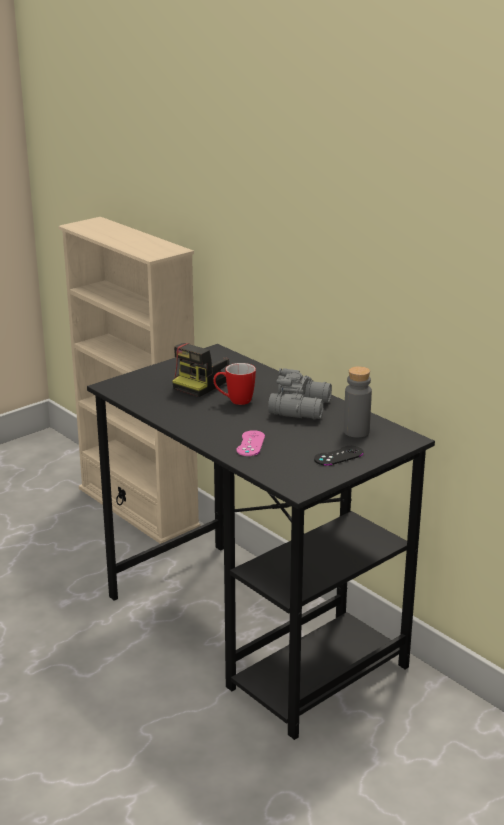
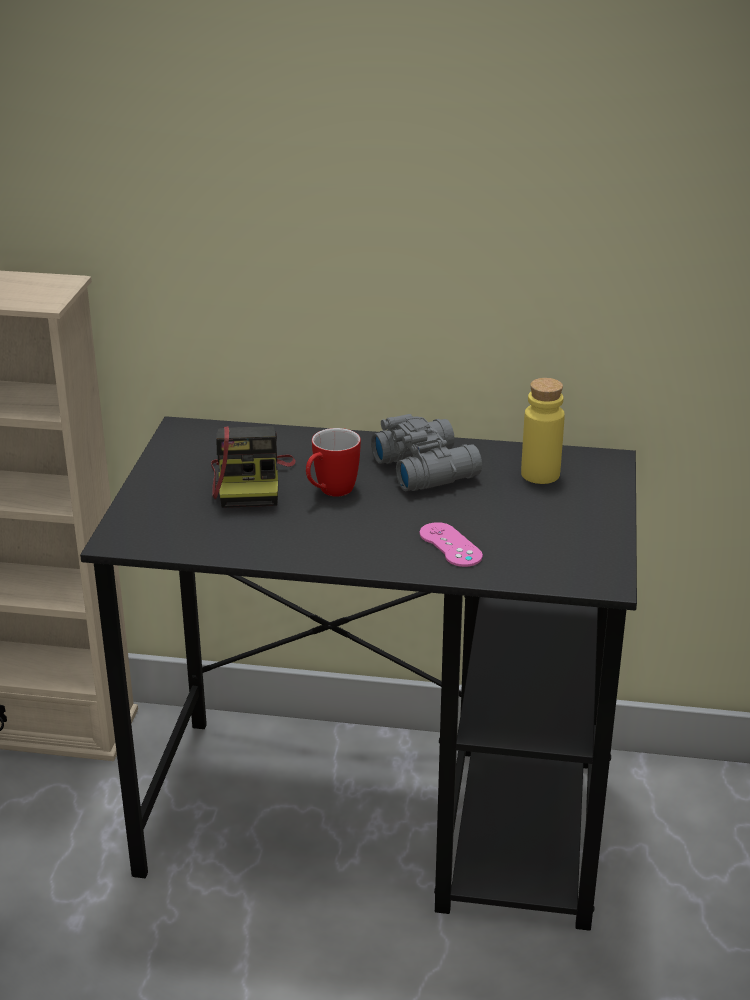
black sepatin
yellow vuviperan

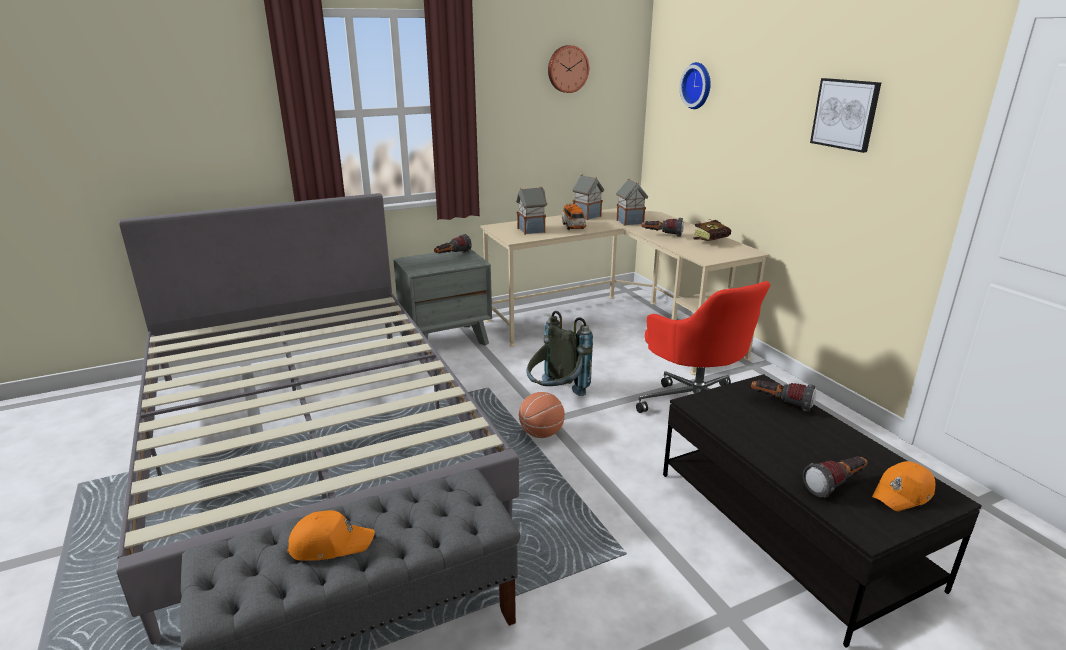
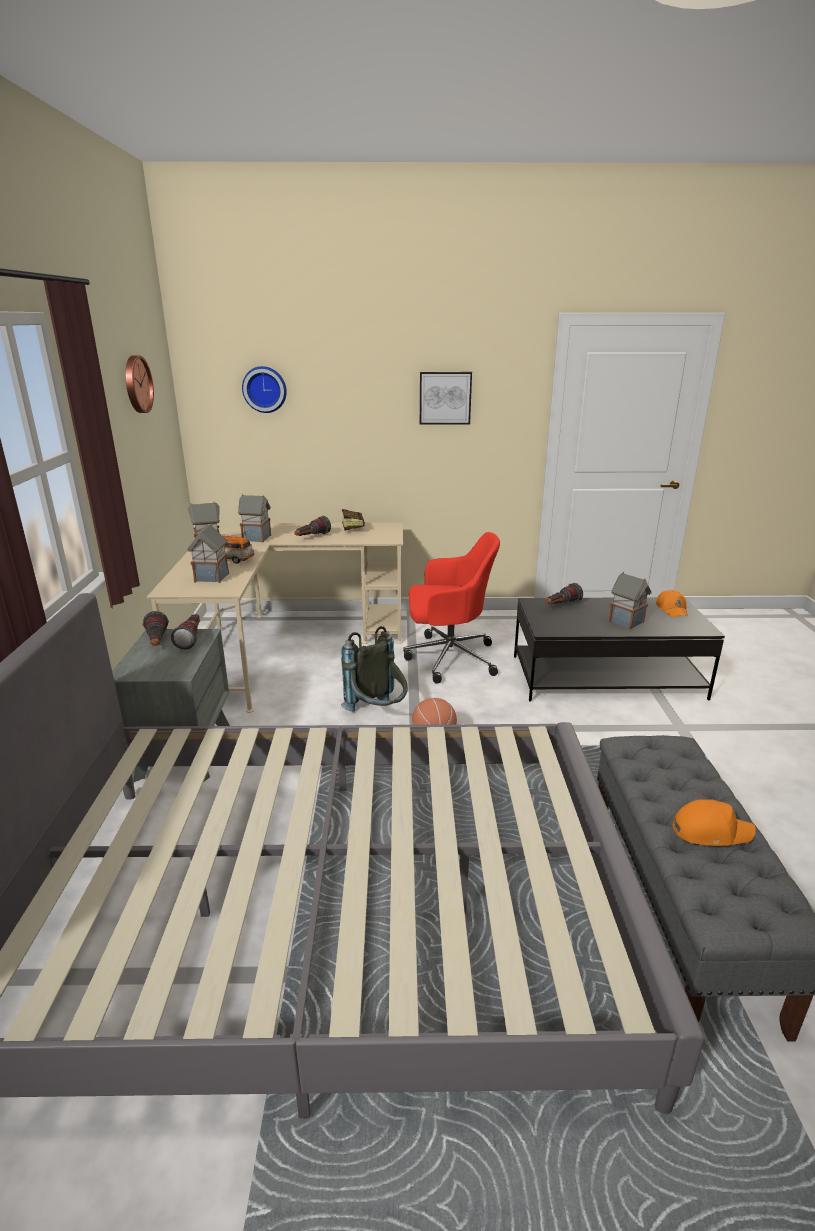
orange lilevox (no. 2 from left)
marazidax (no. 2 from left)
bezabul (no. 4 from left)

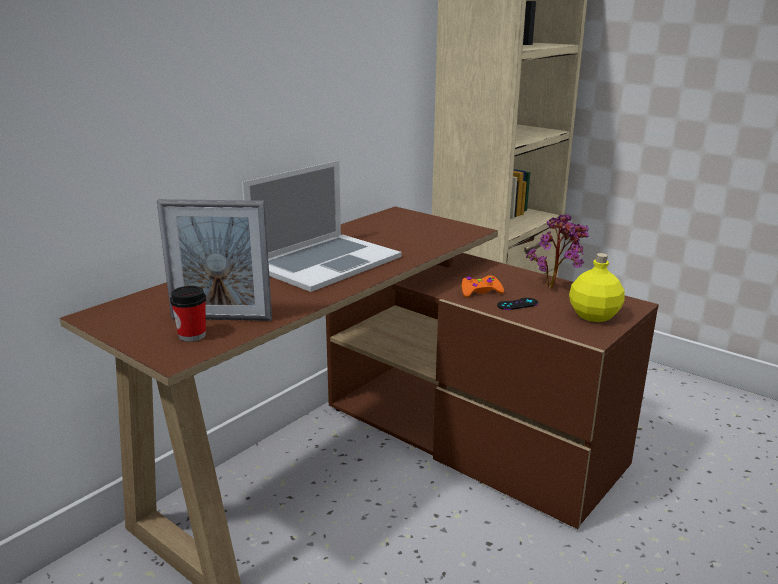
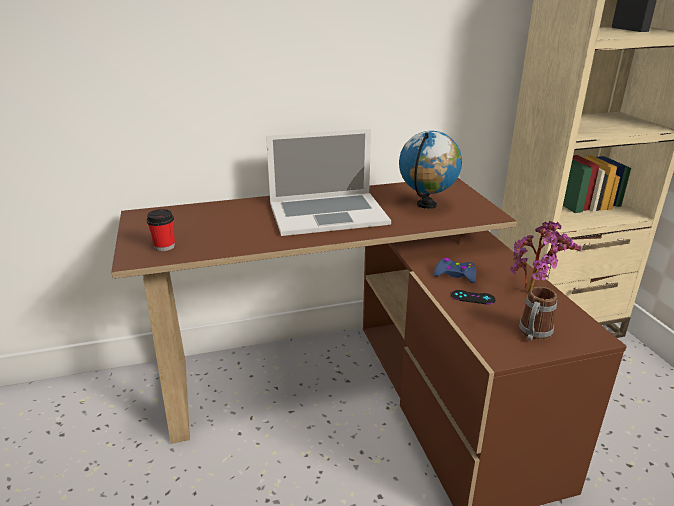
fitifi
blue sepatin
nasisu
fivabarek

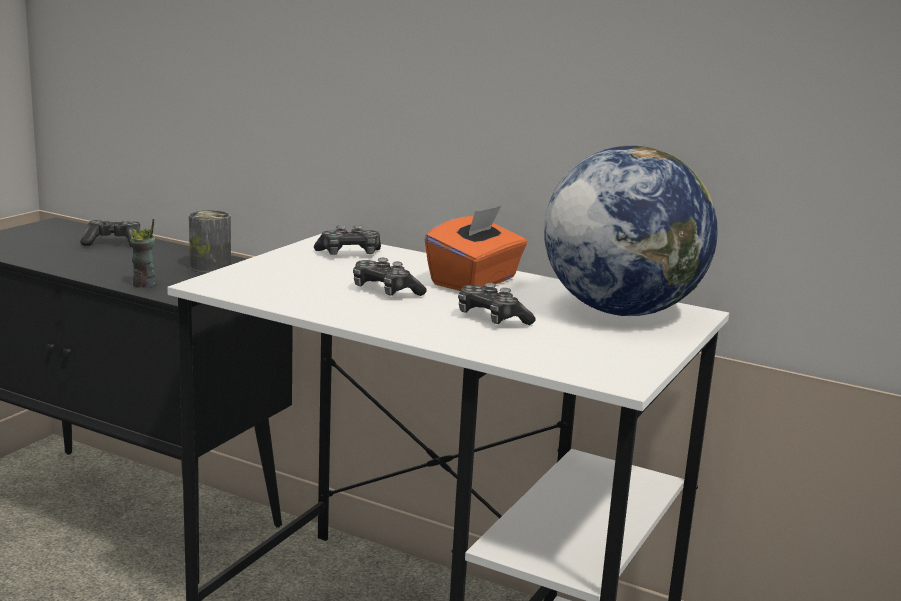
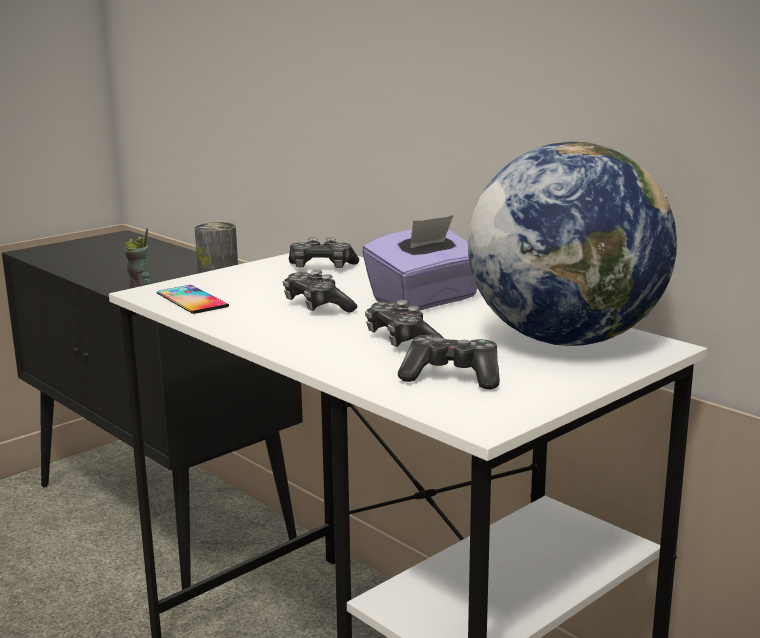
sepatin (no. 4 from left)
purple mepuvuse
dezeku

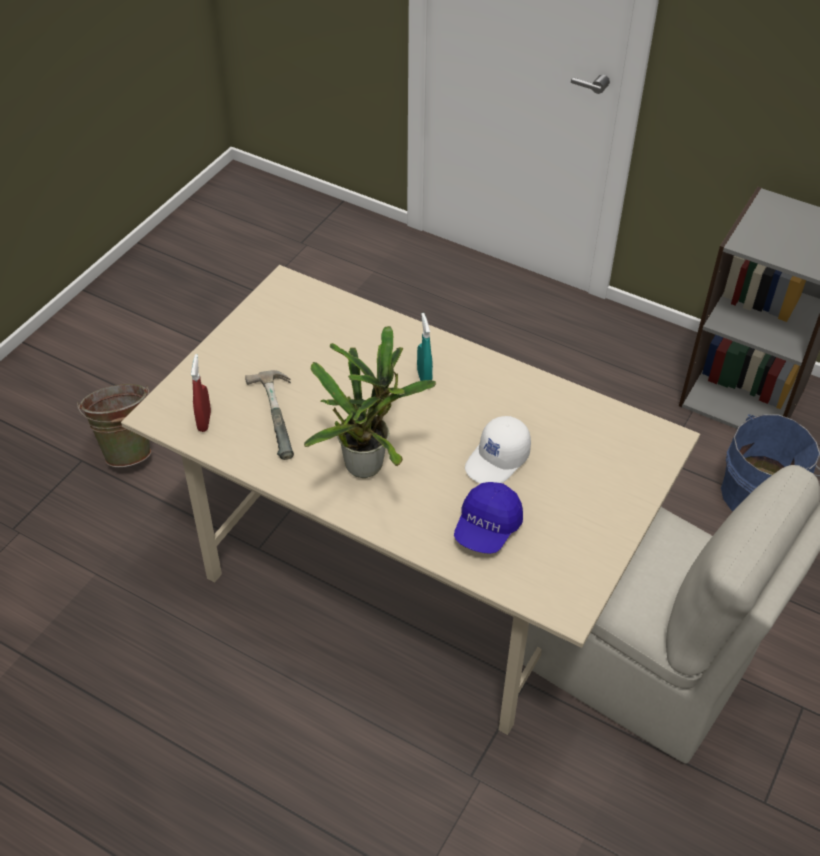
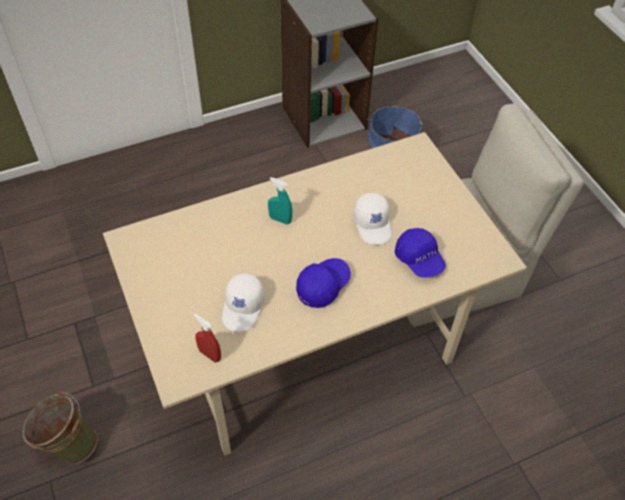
white lilevox (no. 1 from left)
blue lilevox (no. 1 from left)

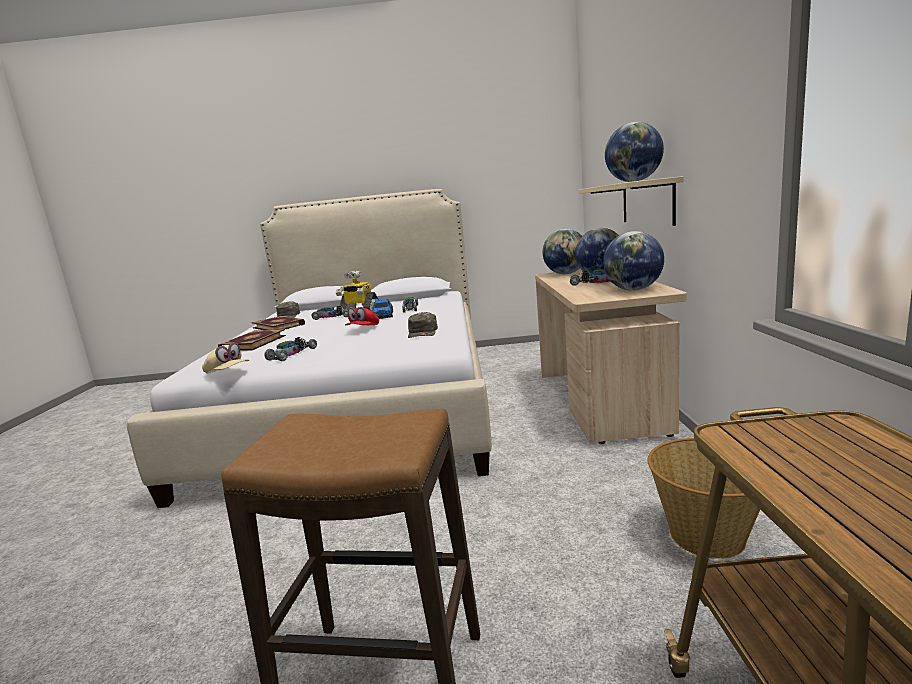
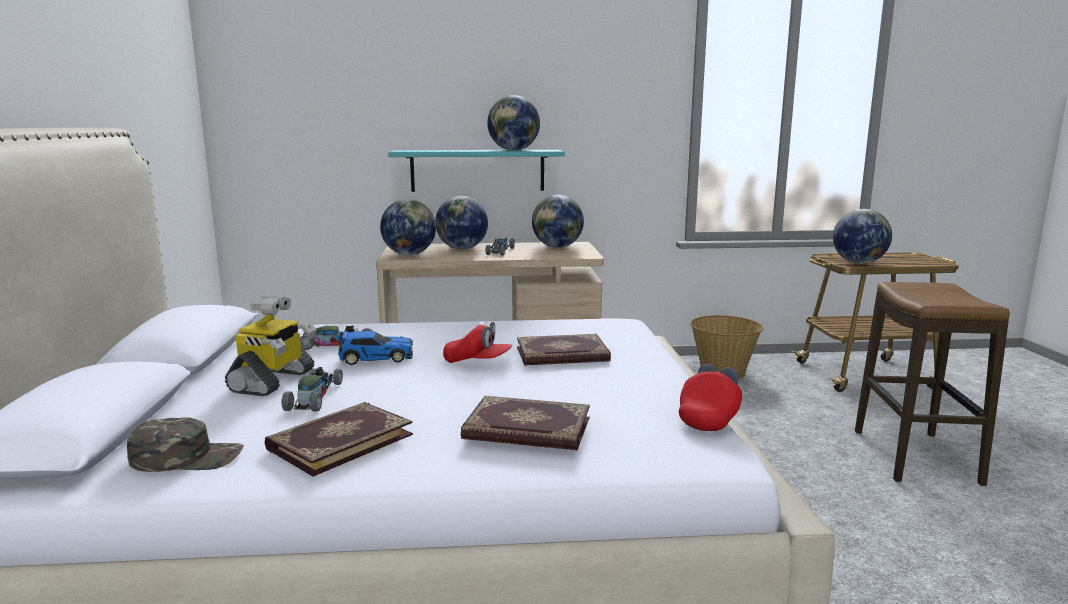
red lilevox (no. 2 from left)
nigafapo (no. 1 from left in the first image)
green lilevox (no. 2 from left in the first image)
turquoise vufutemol
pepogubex (no. 3 from left)
fivabarek (no. 5 from left)

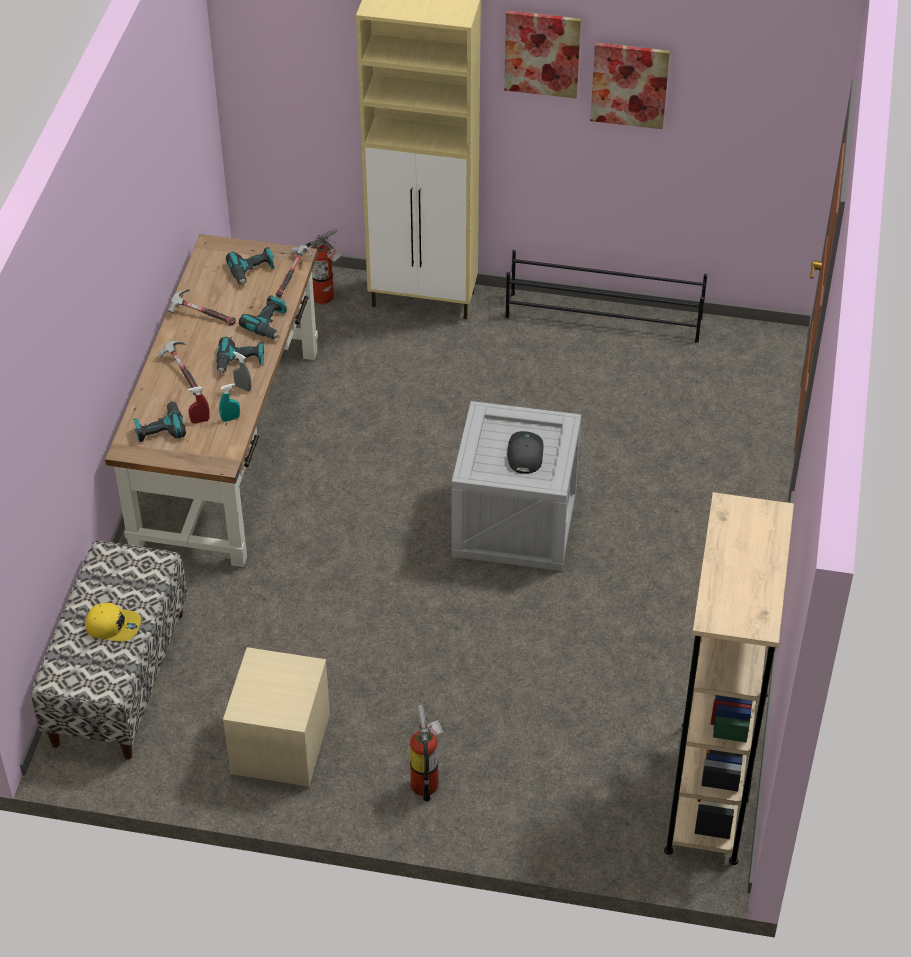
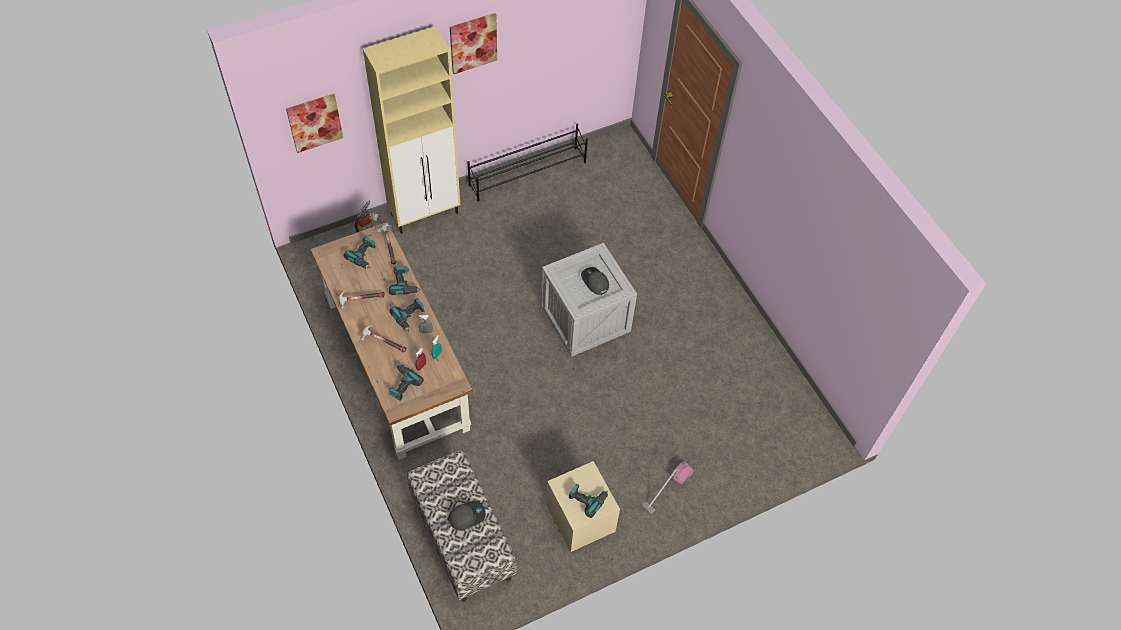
grey lilevox (no. 1 from left)
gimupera
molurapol (no. 1 from left)
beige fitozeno
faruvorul (no. 5 from left)

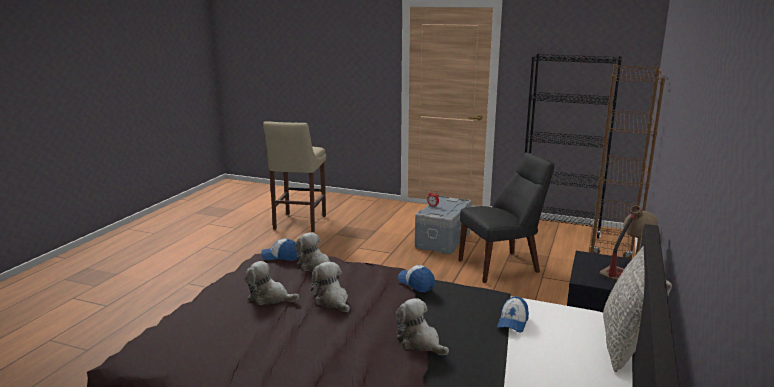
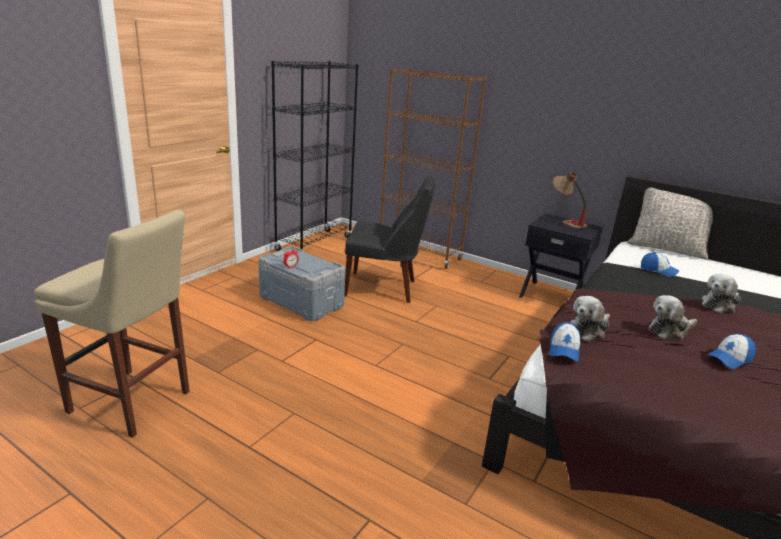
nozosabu (no. 1 from left in the first image)
lilevox (no. 3 from left)
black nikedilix

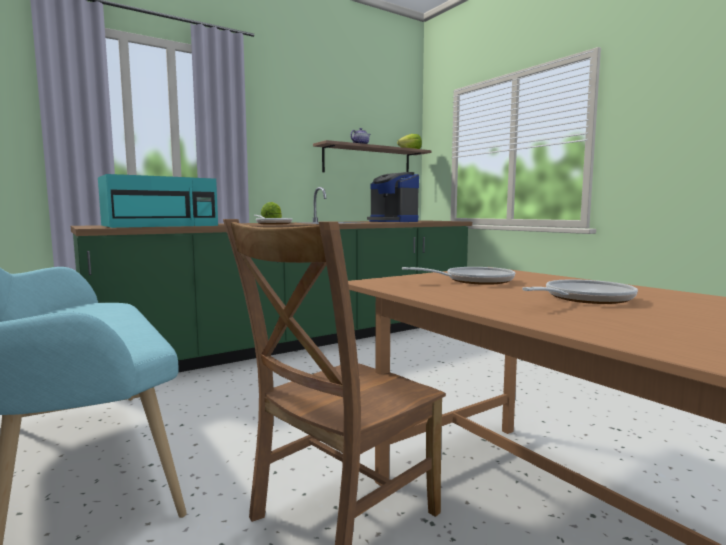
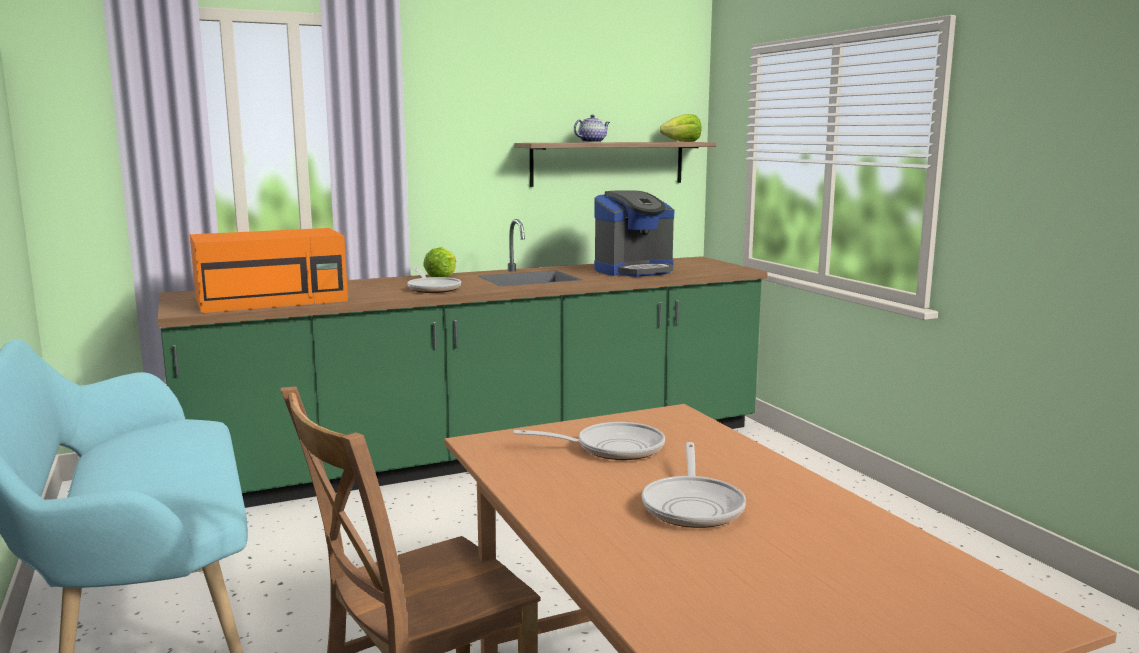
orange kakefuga
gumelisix
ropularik (no. 3 from left)

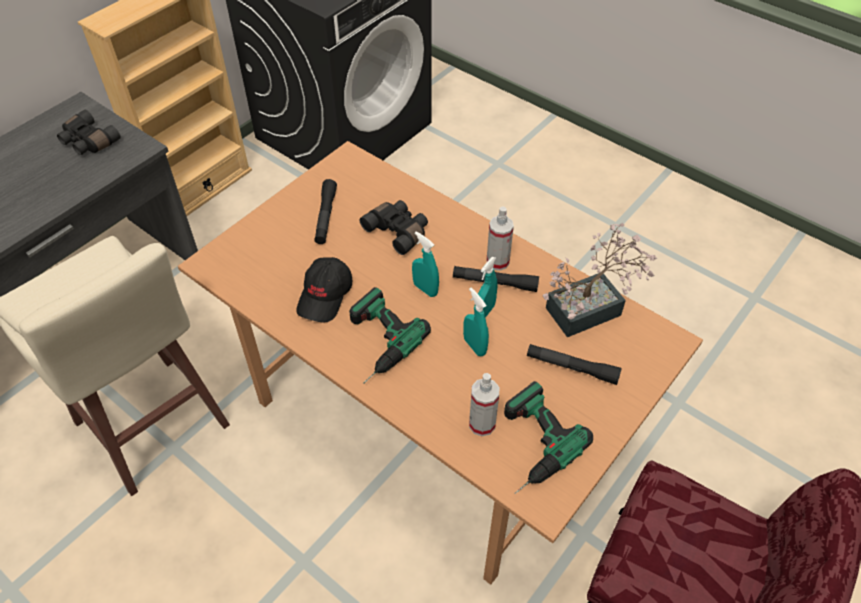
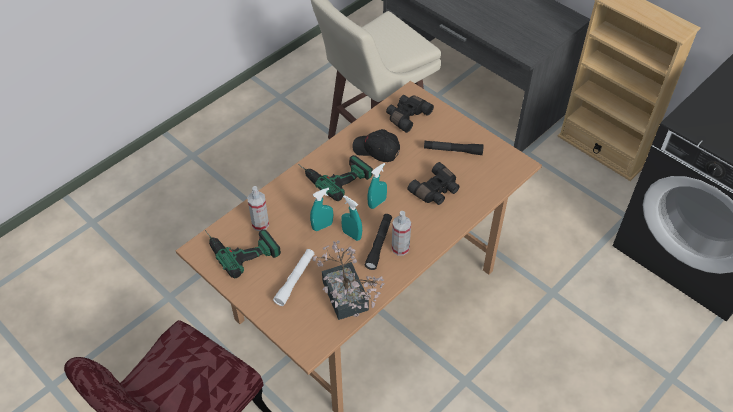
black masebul (no. 1 from left)
white marazidax

